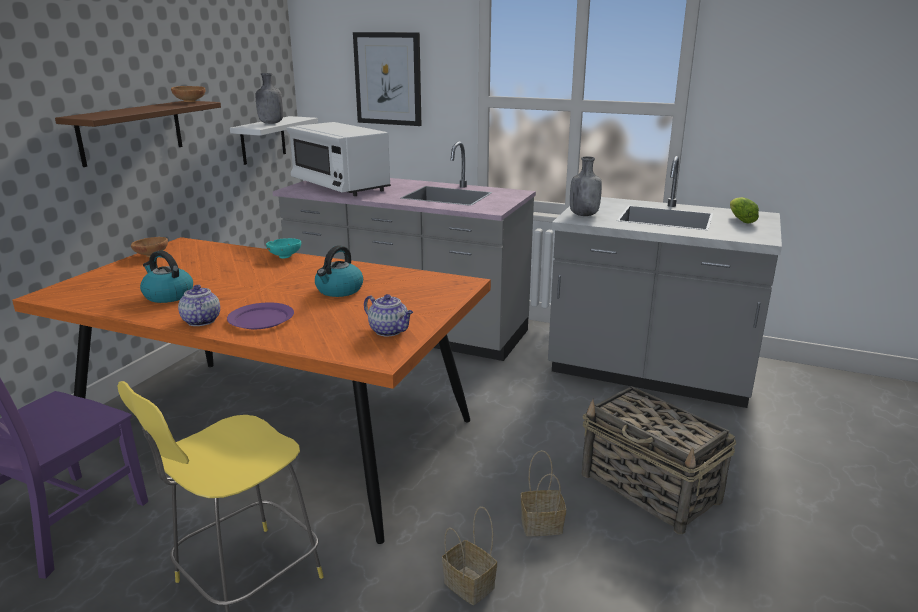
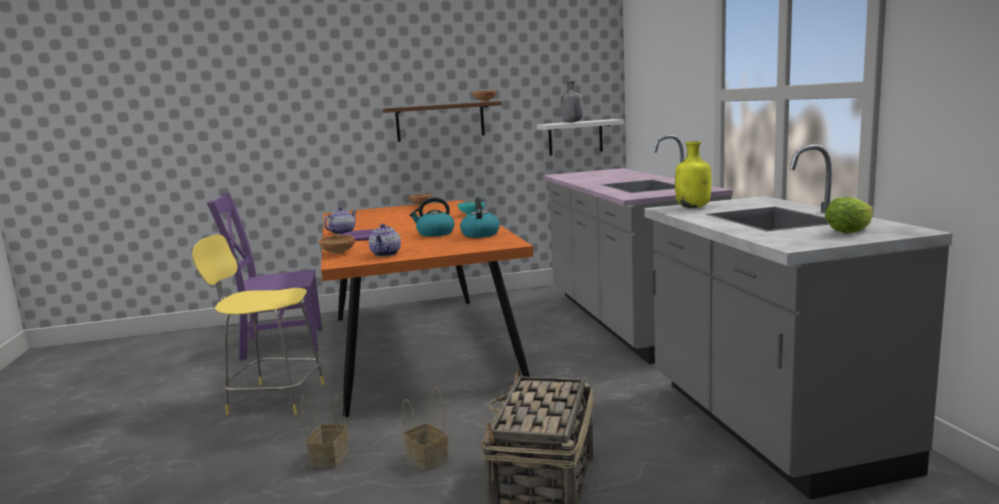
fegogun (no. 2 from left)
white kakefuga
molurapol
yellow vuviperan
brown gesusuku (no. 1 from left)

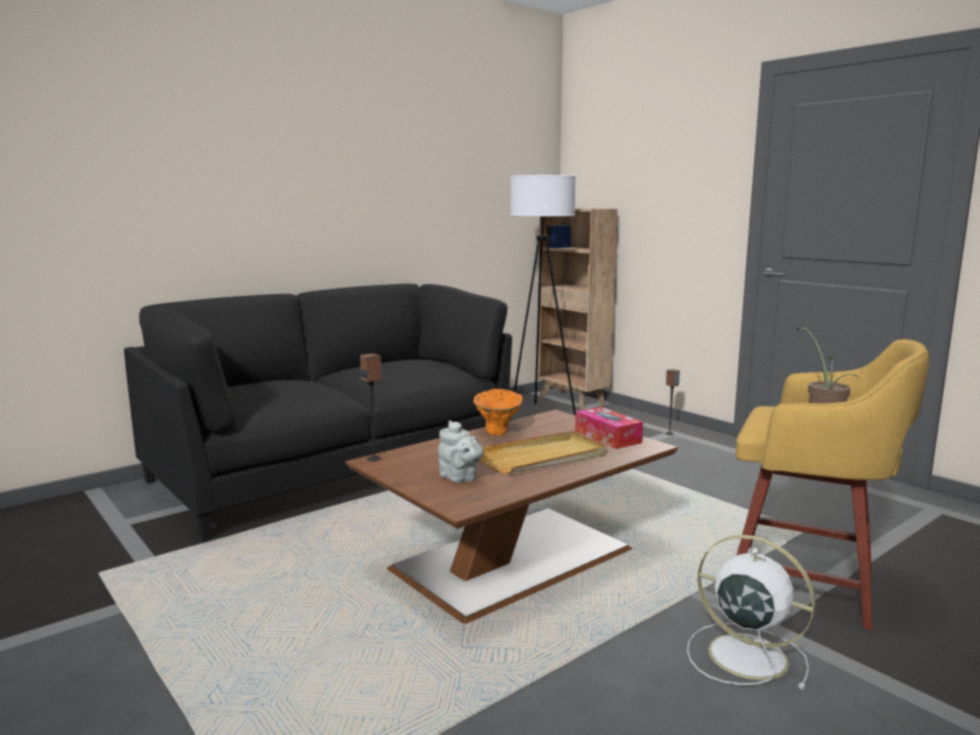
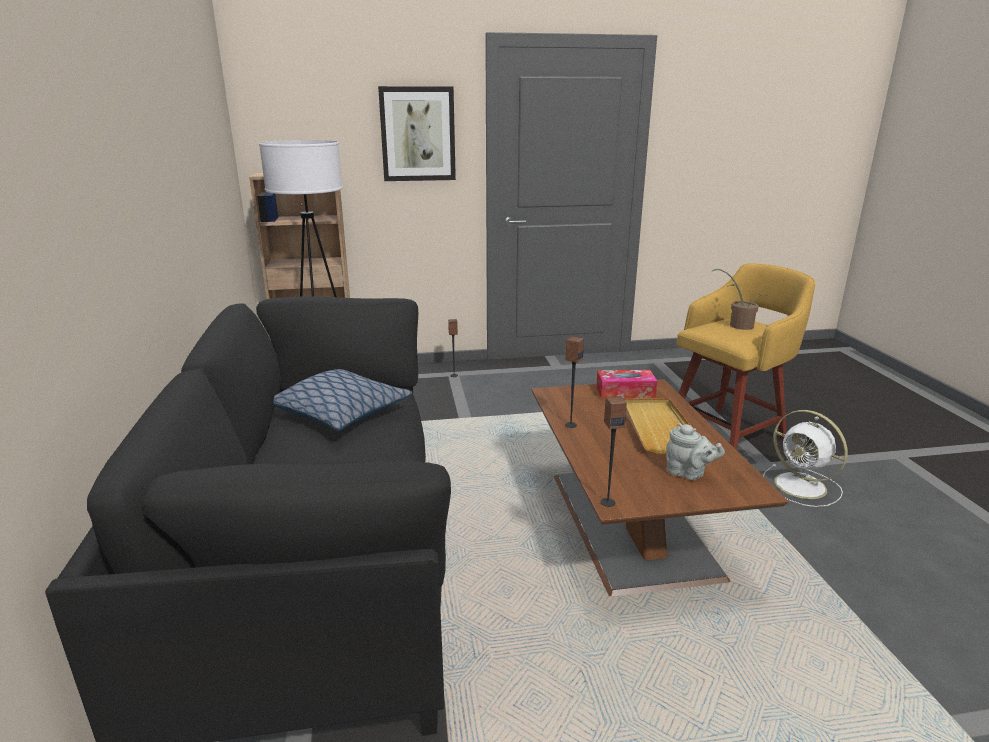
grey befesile
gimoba (no. 2 from left)
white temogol
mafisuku
molurapol

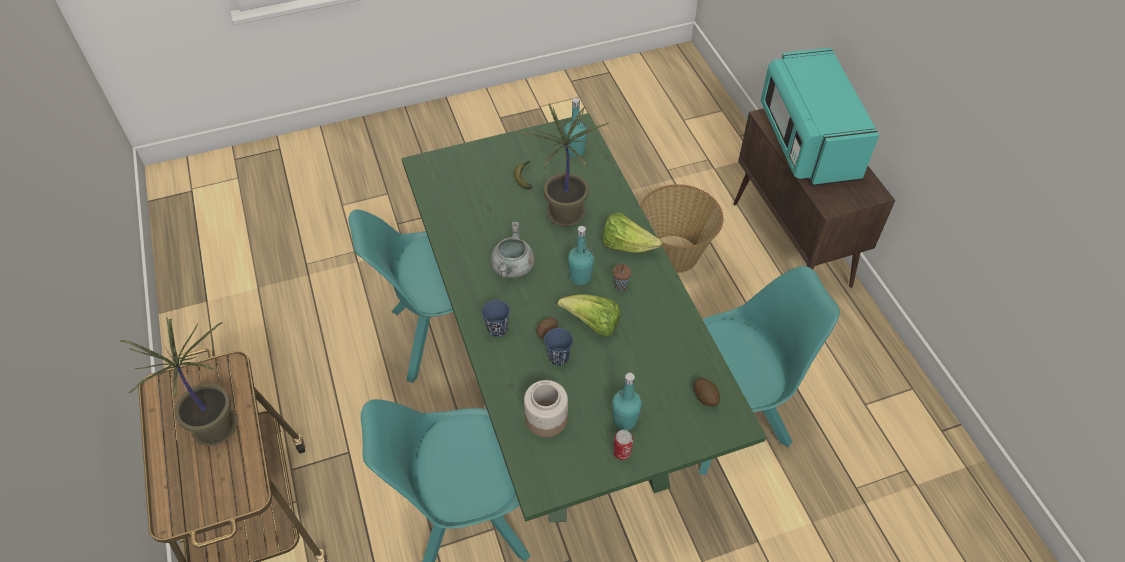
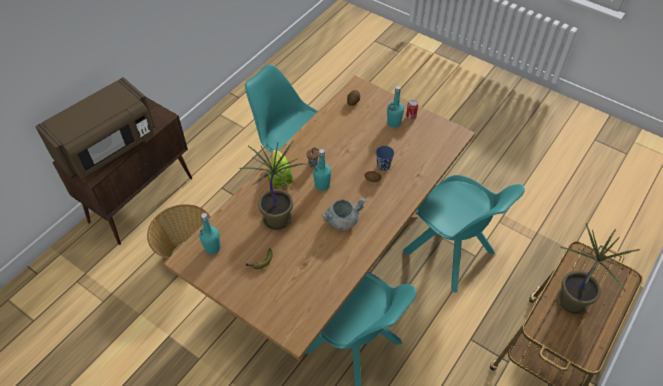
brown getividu
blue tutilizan (no. 1 from left in the first image)
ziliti
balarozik (no. 1 from left in the first image)
brown kakefuga

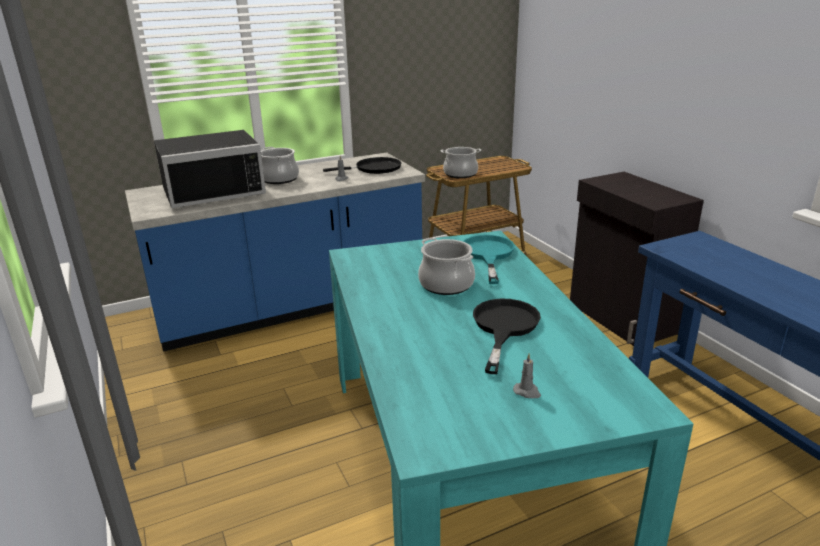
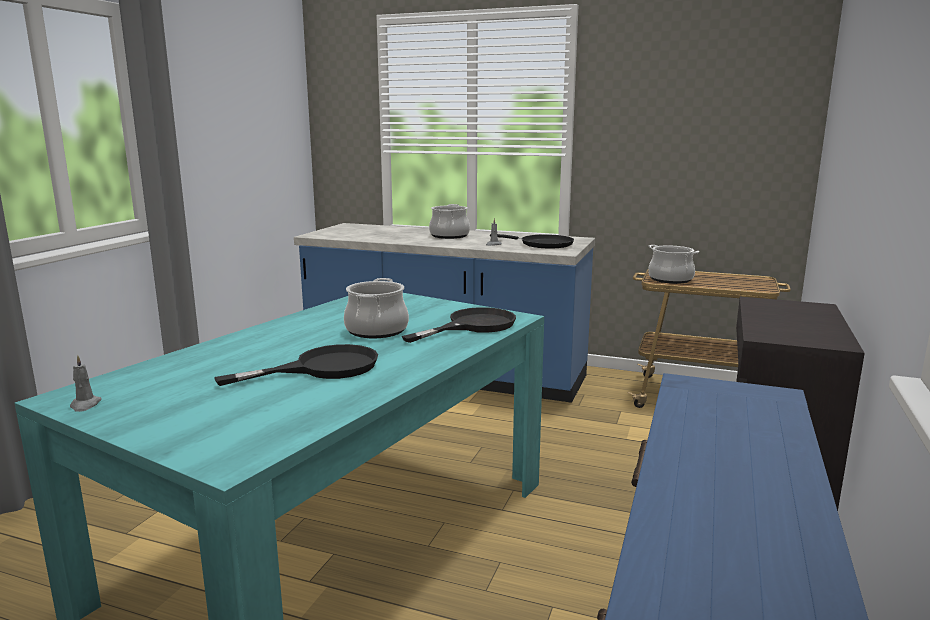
black kakefuga
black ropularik (no. 2 from left)
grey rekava (no. 1 from left)

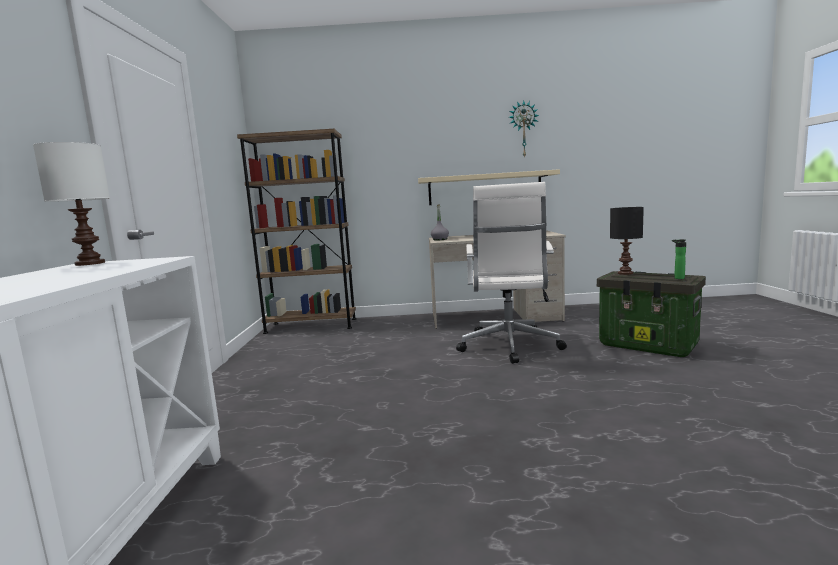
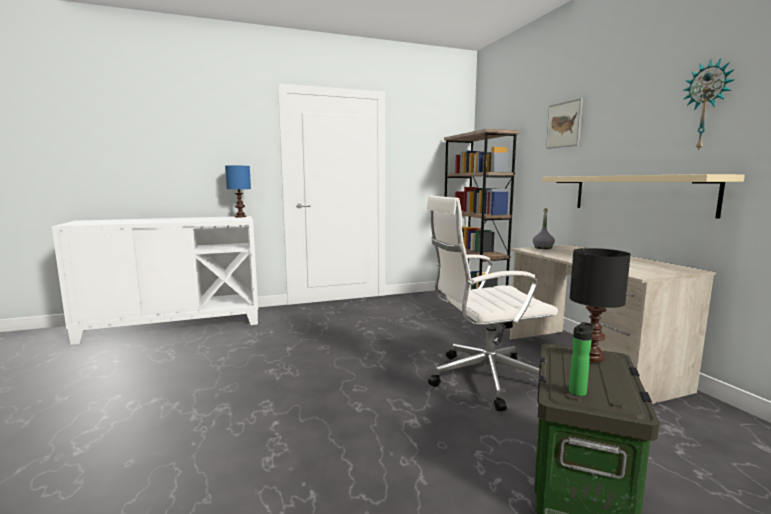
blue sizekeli
molurapol

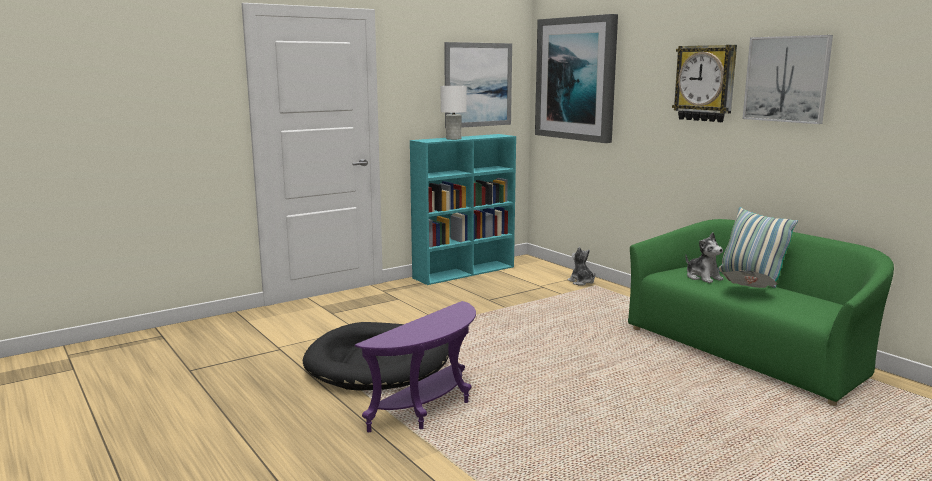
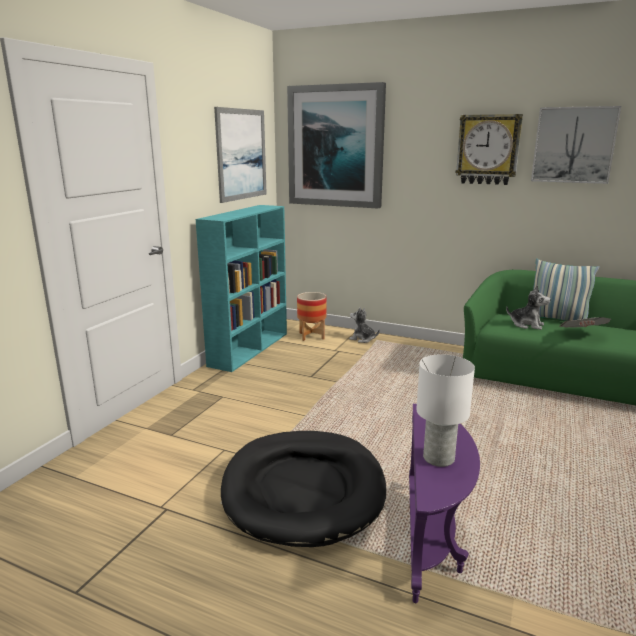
white sizekeli
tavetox

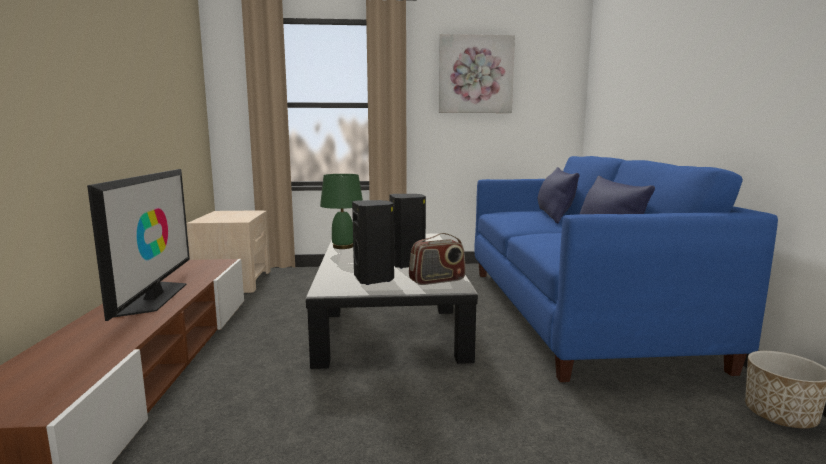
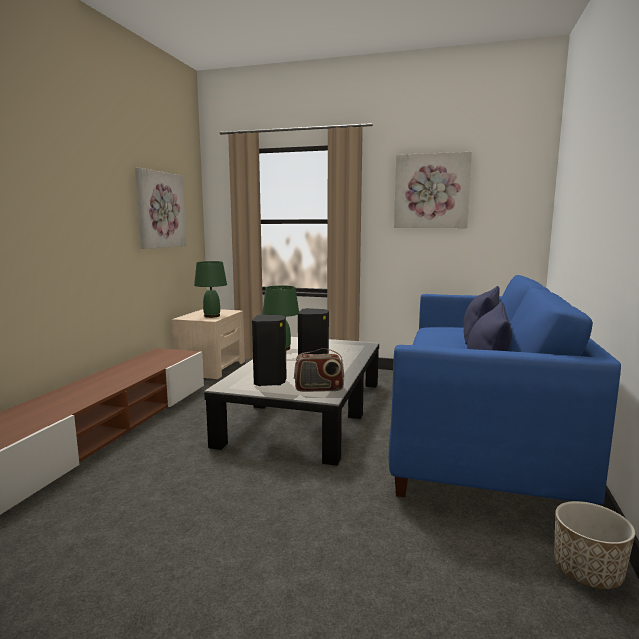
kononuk
molurapol (no. 1 from left)
green sizekeli (no. 1 from left)

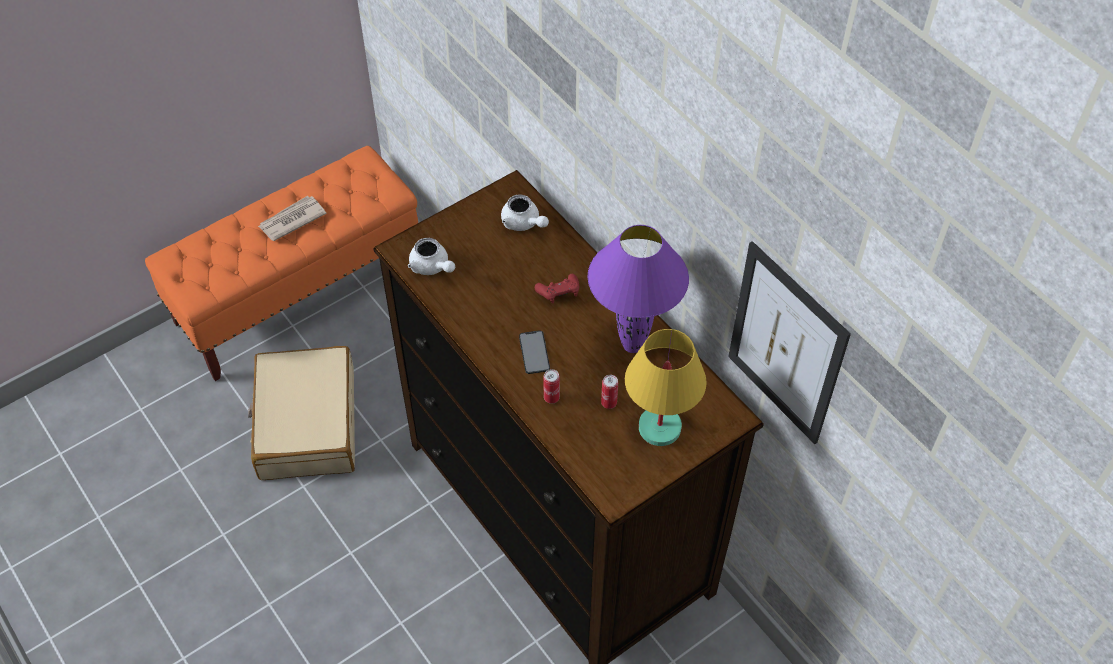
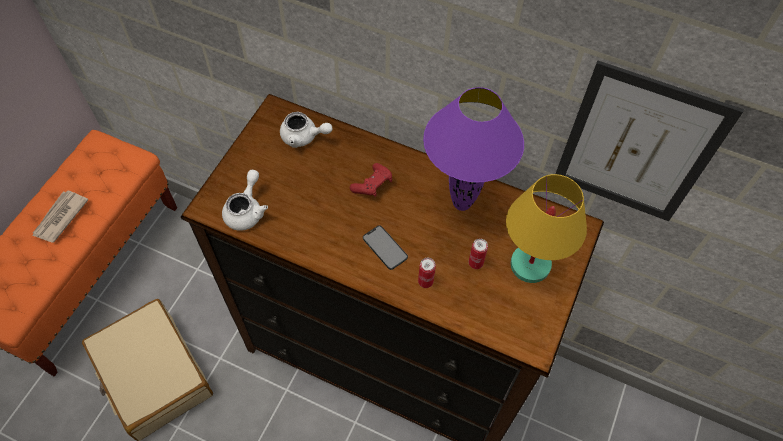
white befesile (no. 1 from left)

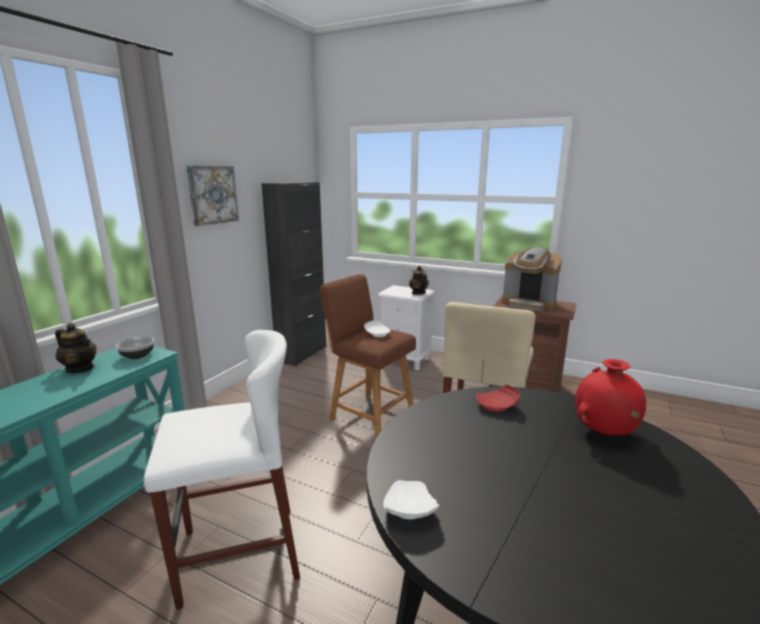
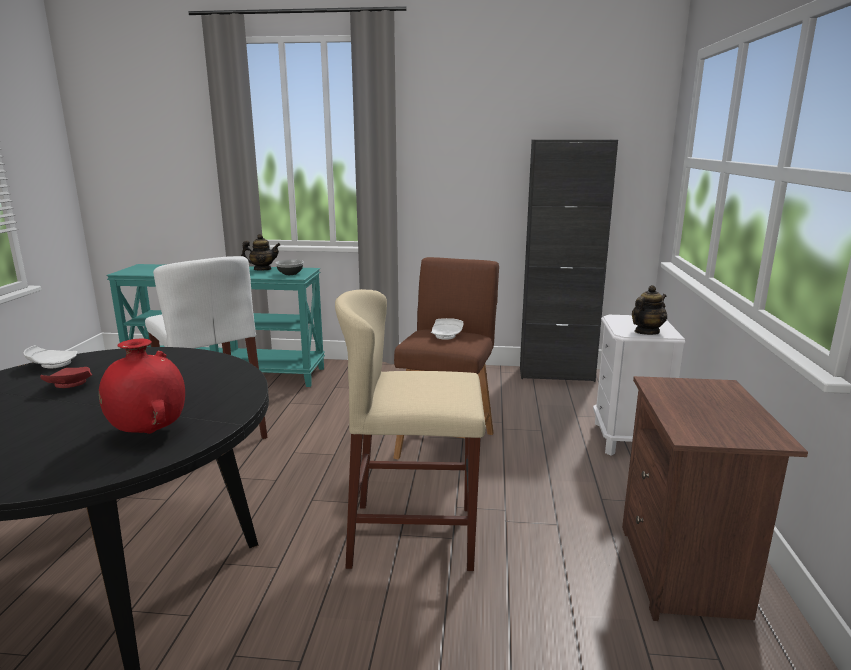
befesile (no. 1 from left)
molurapol
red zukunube
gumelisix

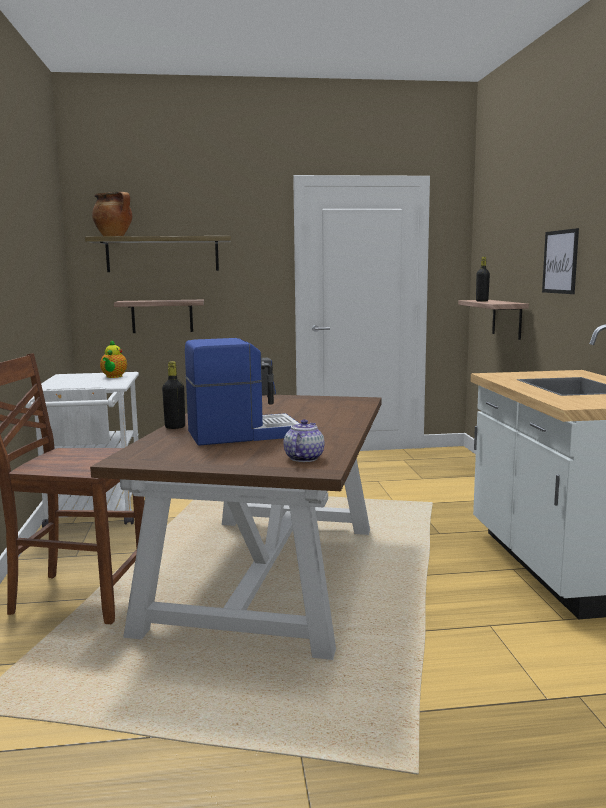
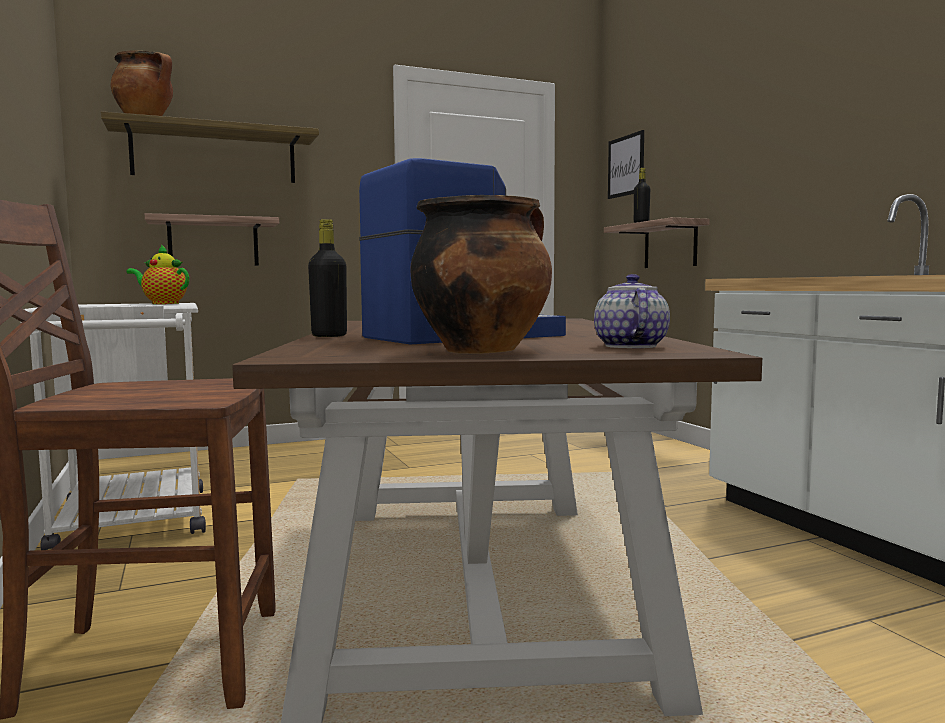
befesile (no. 1 from left)
molurapol
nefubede (no. 2 from left)

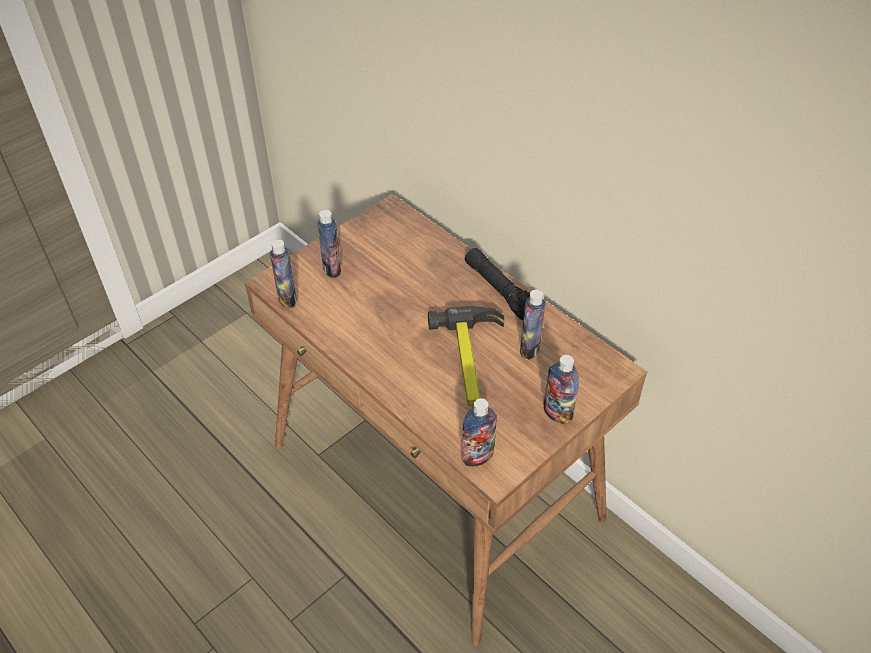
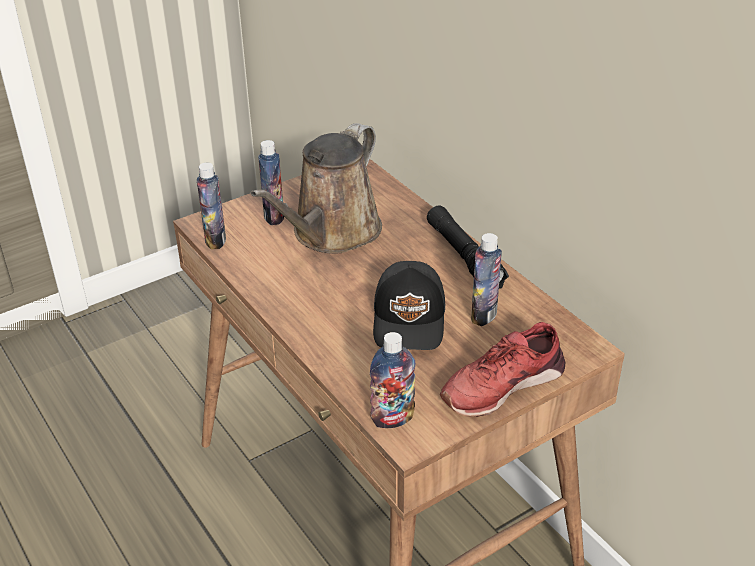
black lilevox
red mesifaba
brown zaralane

